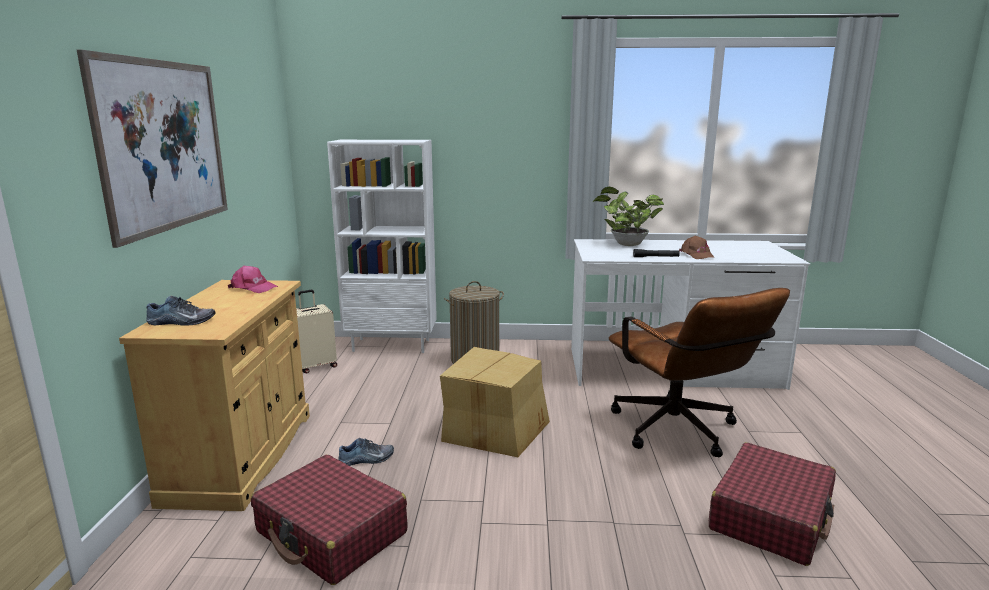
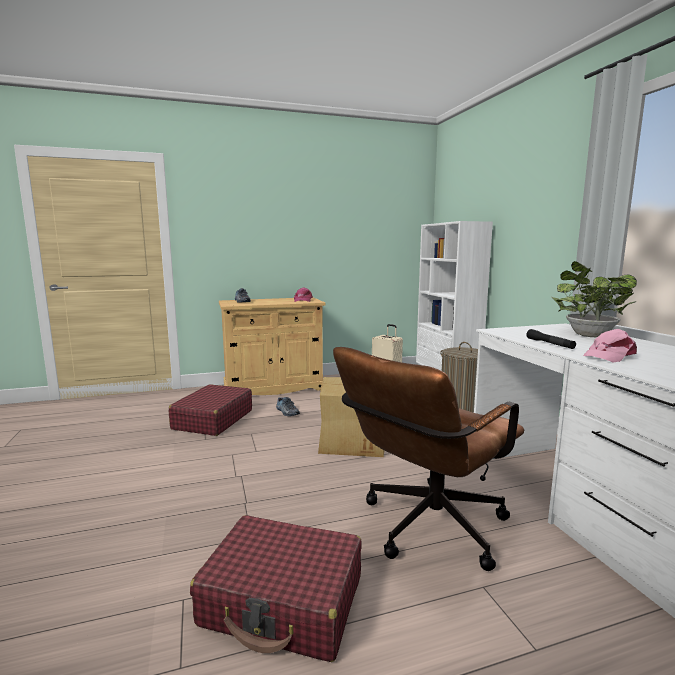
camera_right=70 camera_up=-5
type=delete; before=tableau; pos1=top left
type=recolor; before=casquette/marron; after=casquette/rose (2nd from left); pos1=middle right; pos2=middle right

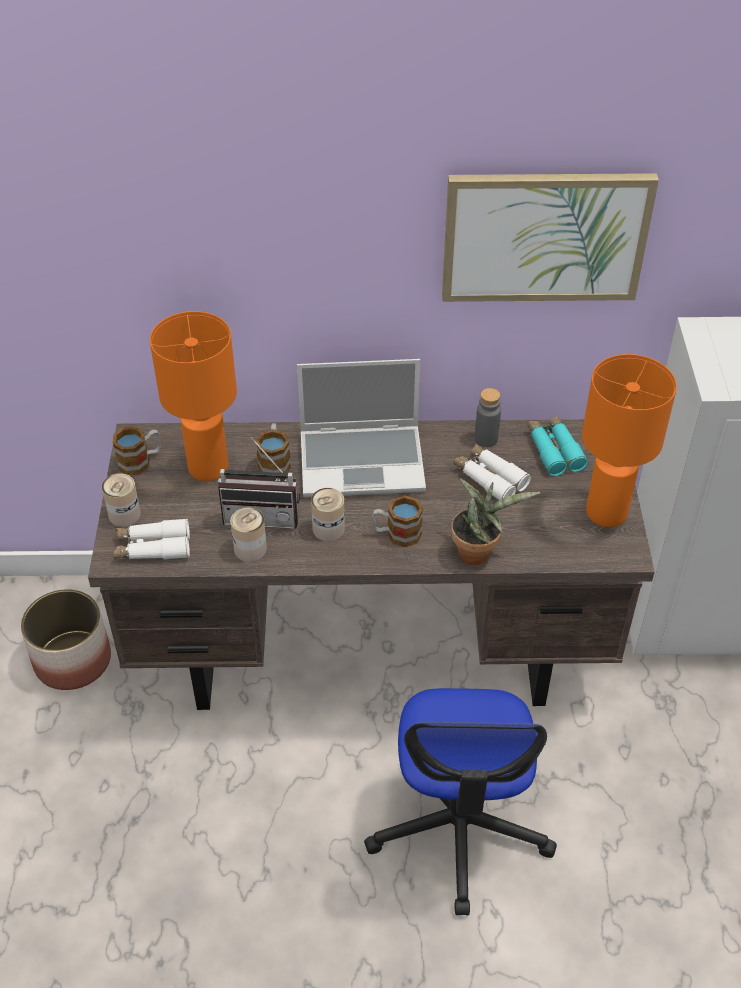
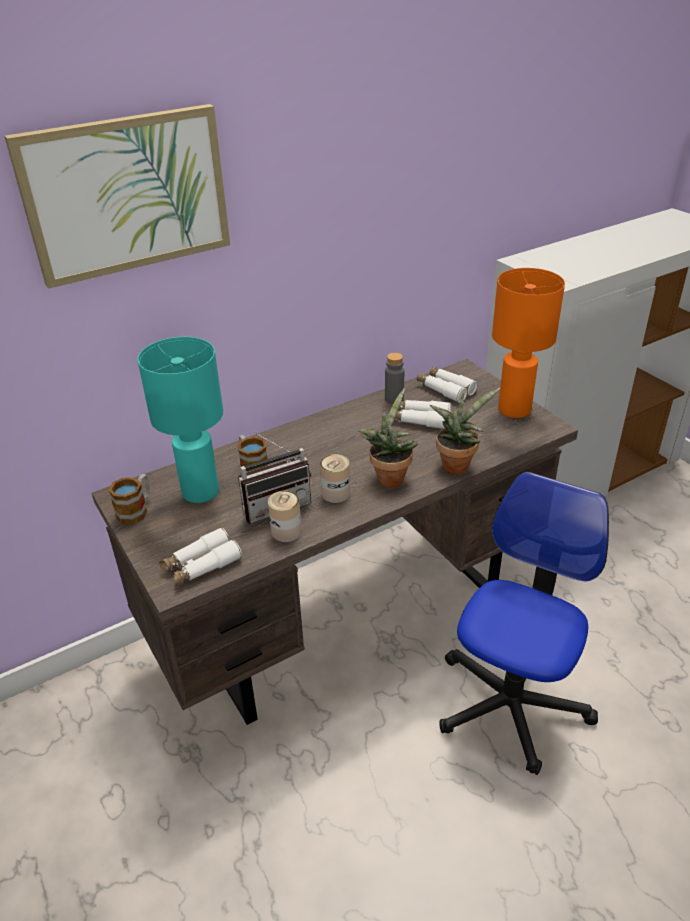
camera_right=-30 camera_up=-10
type=delete; before=cache-pot; pos1=middle left
type=delete; before=boîte métallique (1st from left); pos1=middle left
type=recolor; before=lampe de table/orange (1st from left); after=lampe de table/turquoise; pos1=middle left; pos2=middle left
type=delete; before=ordinateur portable; pos1=centre
type=rotate; before=chaise de bureau; pos1=bottom centre; pos2=bottom right; turn=-120
type=replace; before=mug (3rd from left); after=plante en pot (1st from left); pos1=centre; pos2=centre
type=move; before=tableau; pos1=top right; pos2=top left
type=recolor; before=jumelles/turquoise; after=jumelles/blanc (3rd from left); pos1=middle right; pos2=centre

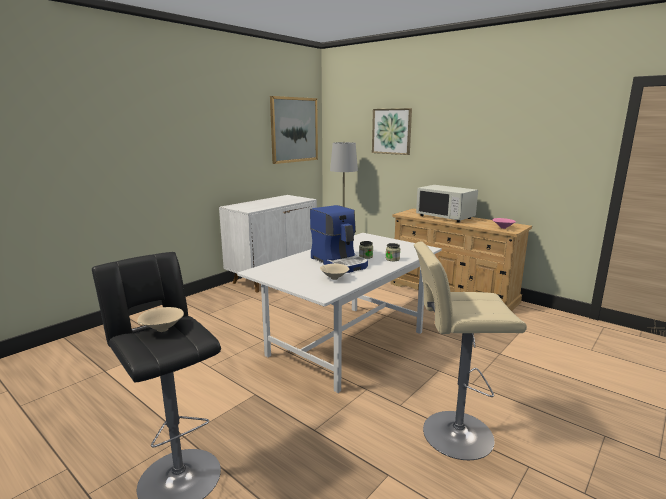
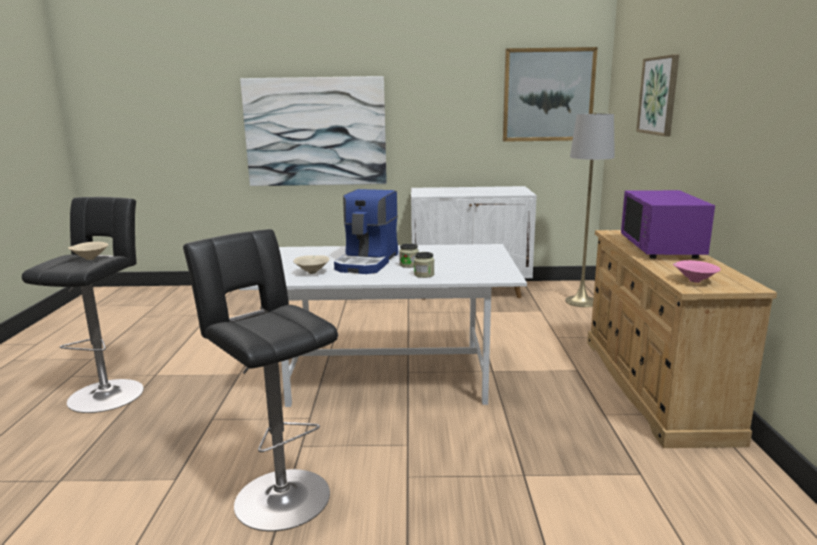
camera_right=50 camera_up=0
type=recolor; before=tabouret/beige; after=tabouret/noir (2nd from left); pos1=bottom right; pos2=bottom left
type=recolor; before=micro-ondes/blanc; after=micro-ondes/violet; pos1=middle right; pos2=middle right
type=insert; after=tableau (1st from left); pos2=top centre

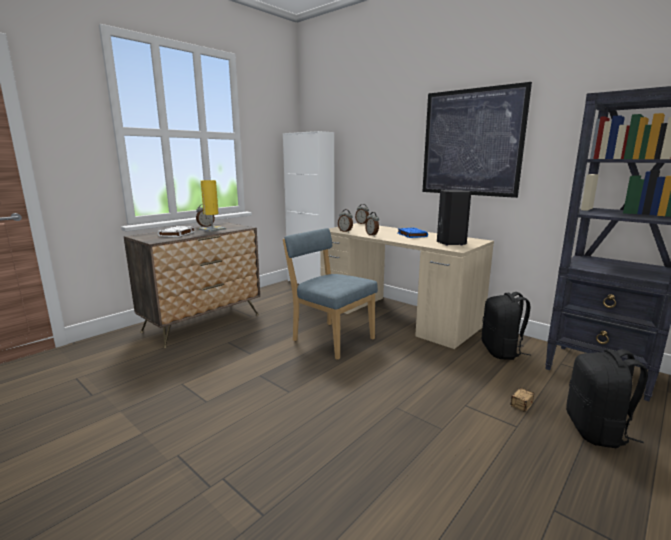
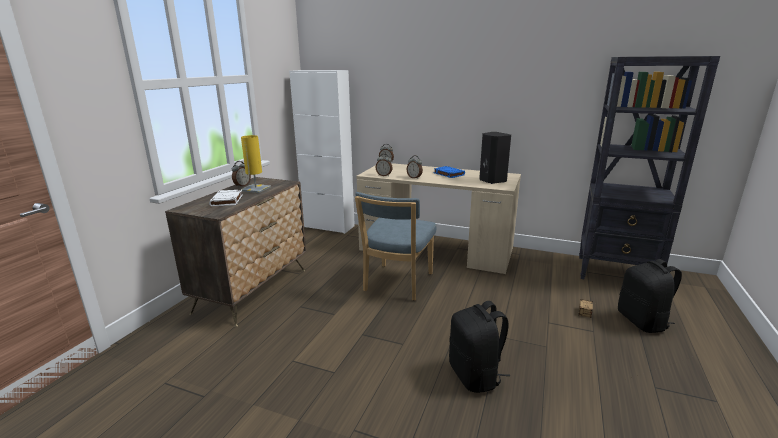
camera_right=-20 camera_up=5
type=rotate; before=chaise/bleu; pos1=centre; pos2=centre; turn=-90
type=delete; before=tableau; pos1=top right
type=move; before=sac à dos/noir (1st from left); pos1=middle right; pos2=bottom centre

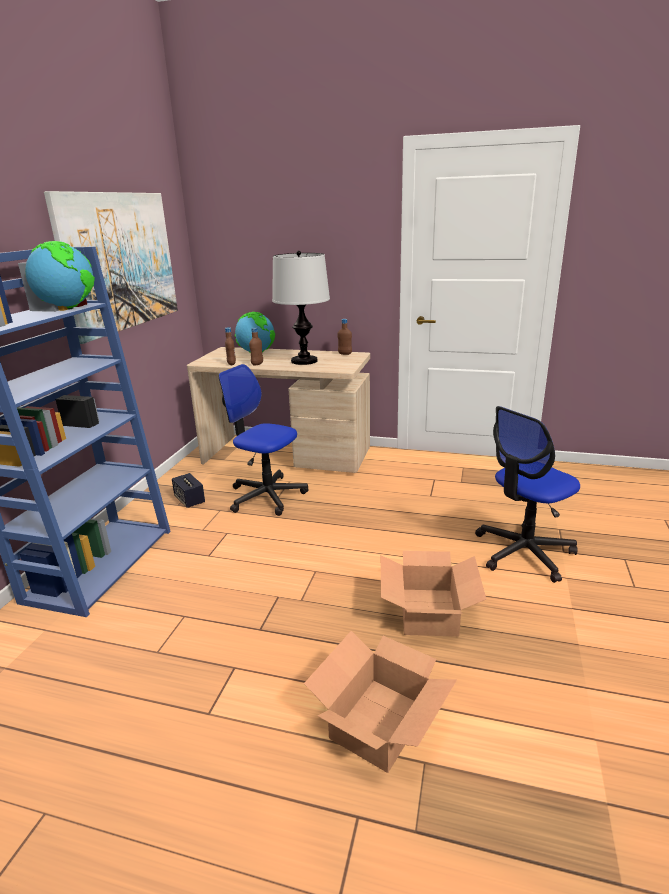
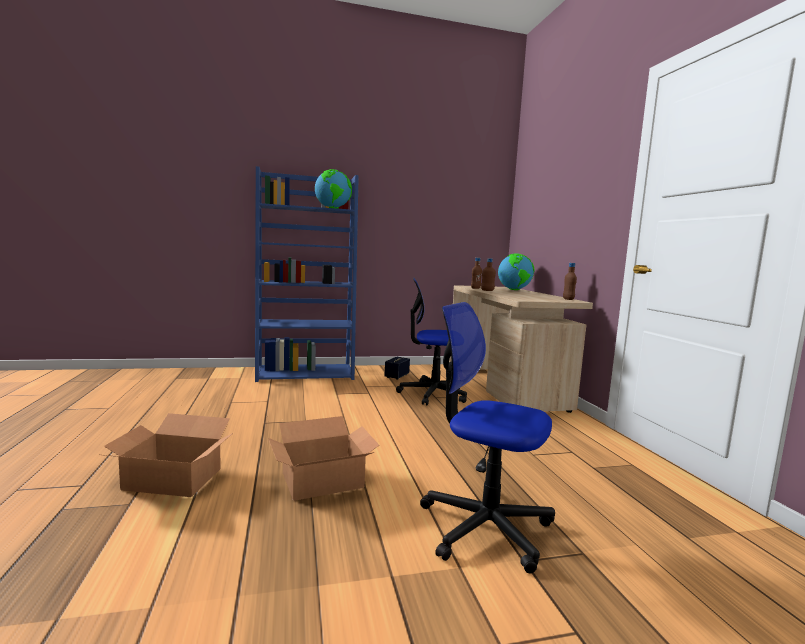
camera_right=60 camera_up=-15
type=delete; before=tableau; pos1=top left
type=rotate; before=chaise de bureau (1st from left); pos1=centre; pos2=centre; turn=-90
type=delete; before=lampe de table; pos1=centre

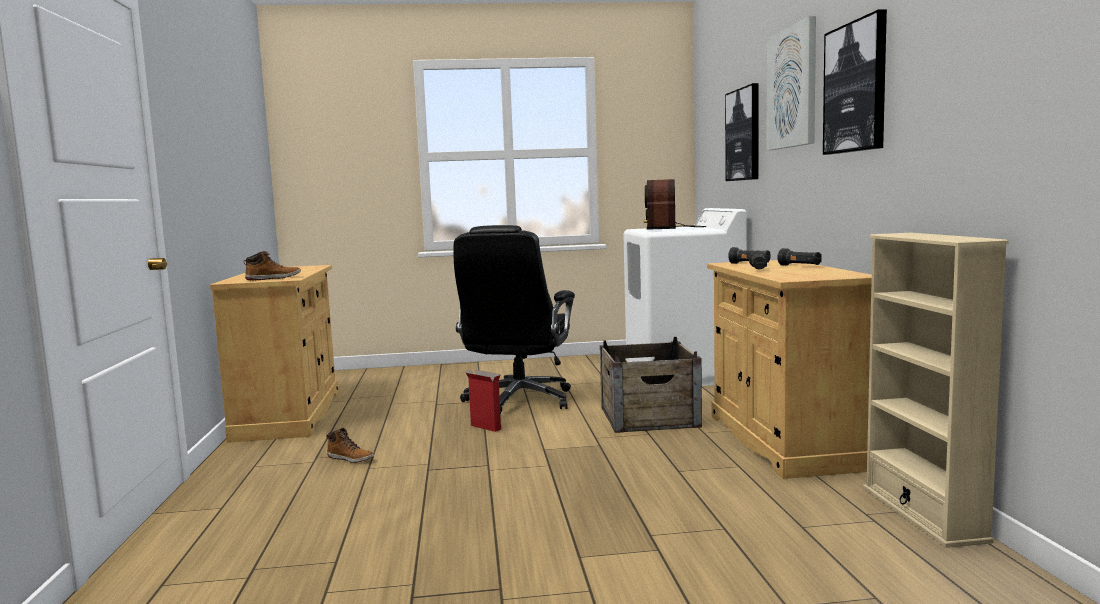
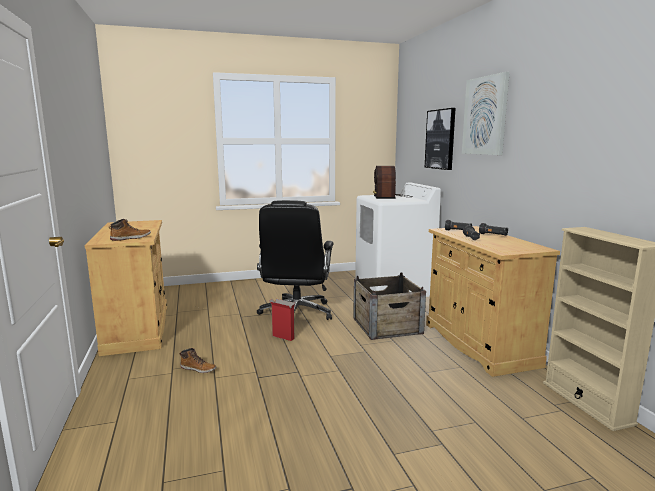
camera_right=-10 camera_up=5
type=delete; before=tableau (3rd from left); pos1=top right

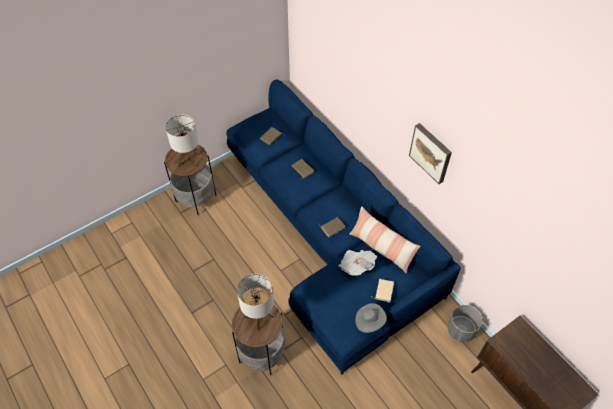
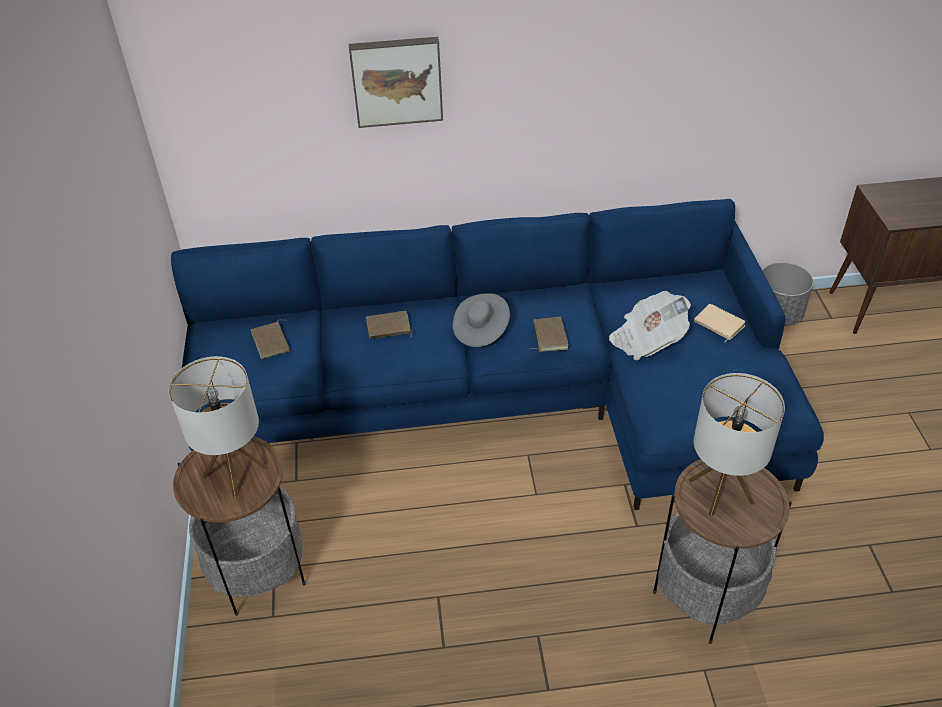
camera_right=-60 camera_up=-10
type=delete; before=coussin; pos1=centre
type=move; before=chapeau/gris; pos1=bottom centre; pos2=centre
type=move; before=tableau; pos1=middle right; pos2=top centre

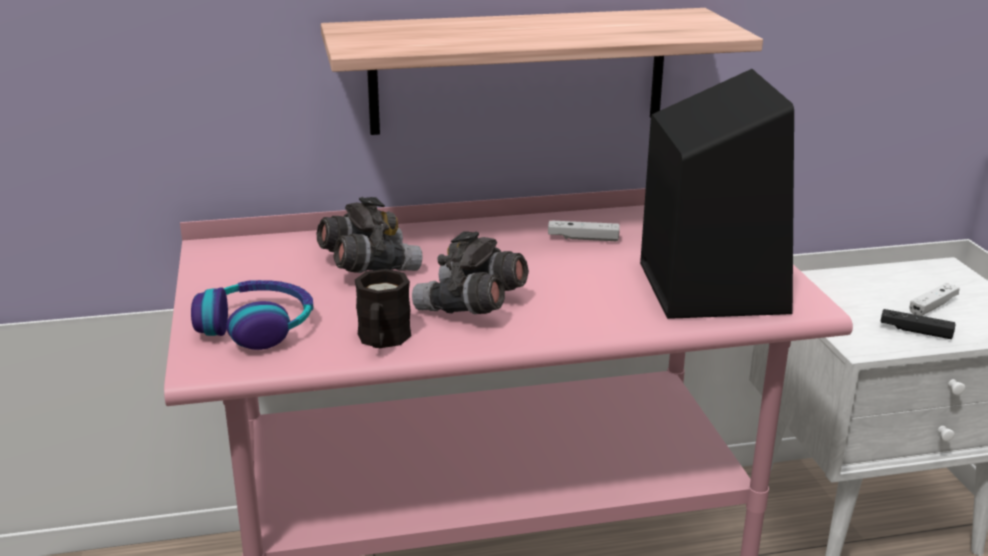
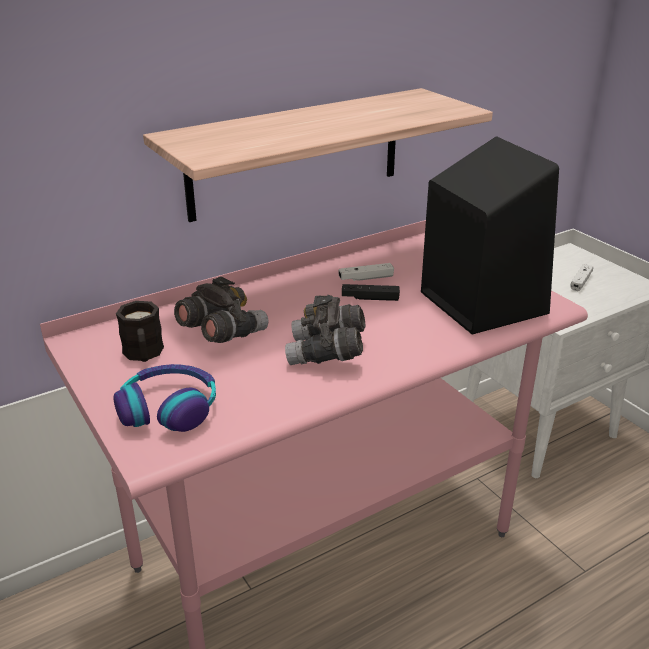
camera_right=-20 camera_up=5
type=move; before=mug/noir; pos1=centre; pos2=middle left
type=move; before=manette/noir; pos1=middle right; pos2=centre

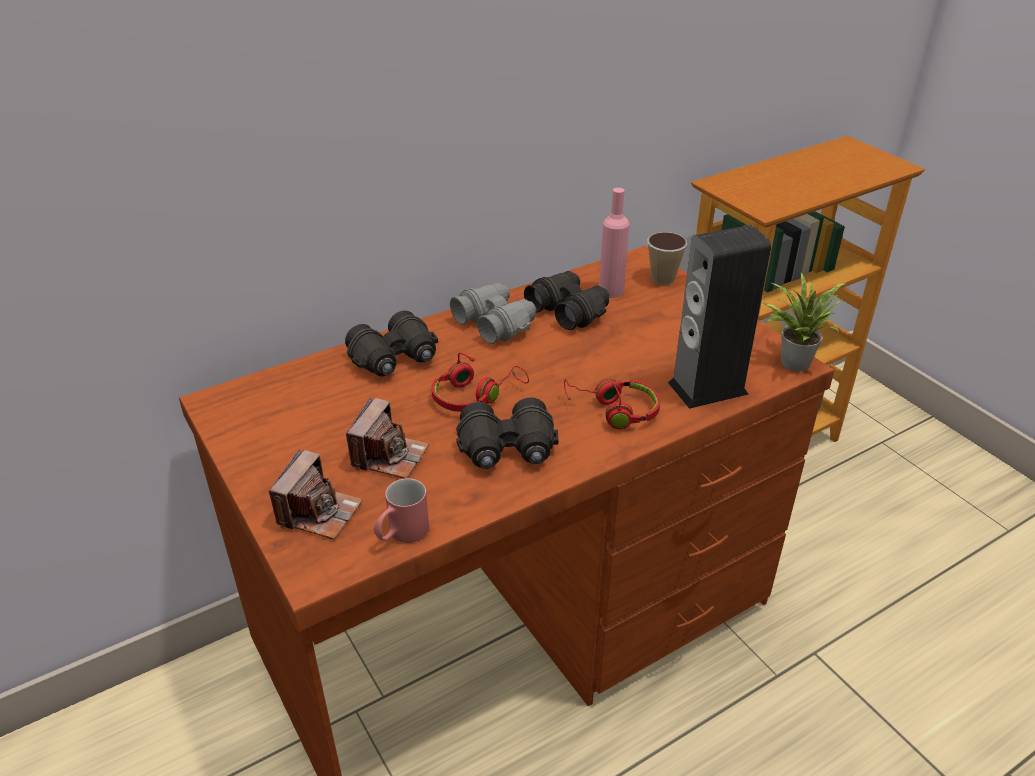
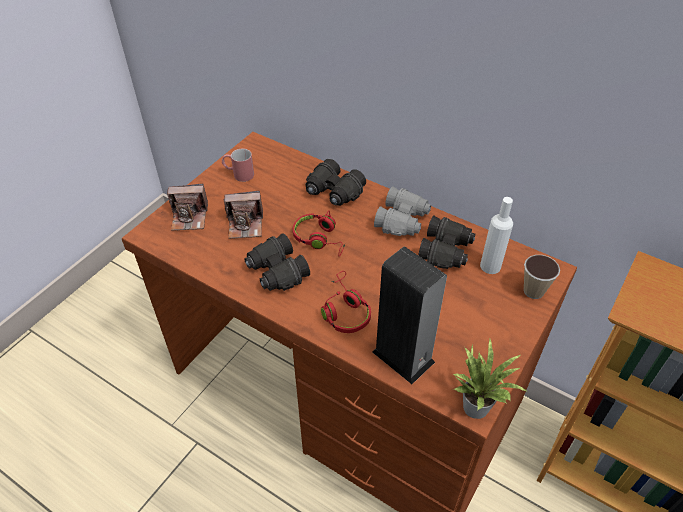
camera_right=65 camera_up=10
type=move; before=mug/rouge; pos1=centre; pos2=top centre
type=recolor; before=bouteille/rose; after=bouteille/blanc; pos1=top centre; pos2=middle right

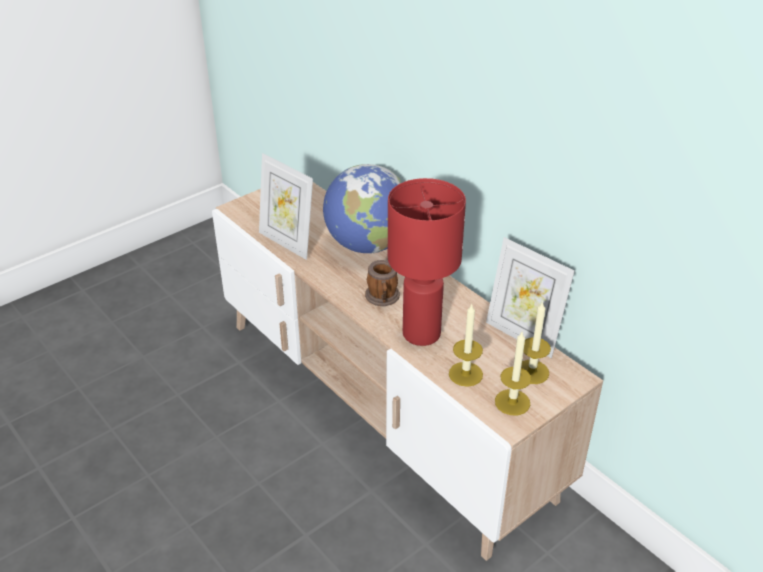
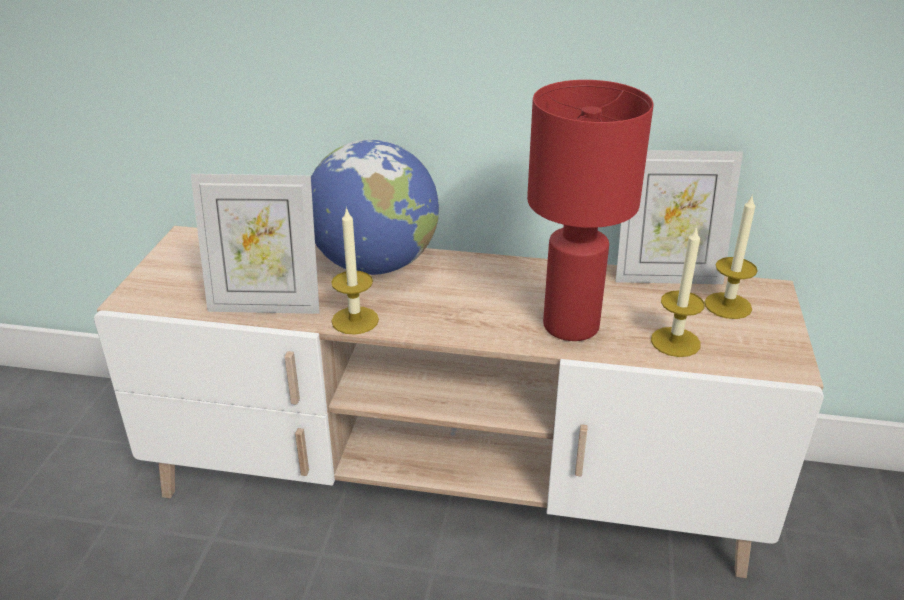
camera_right=-40 camera_up=-5
type=delete; before=mug; pos1=centre
type=move; before=bougie (2nd from left in the first image); after=bougie (1st from left); pos1=middle right; pos2=centre

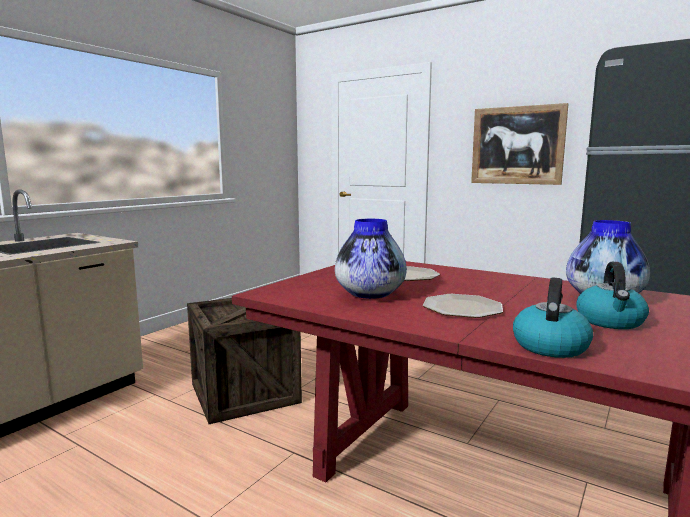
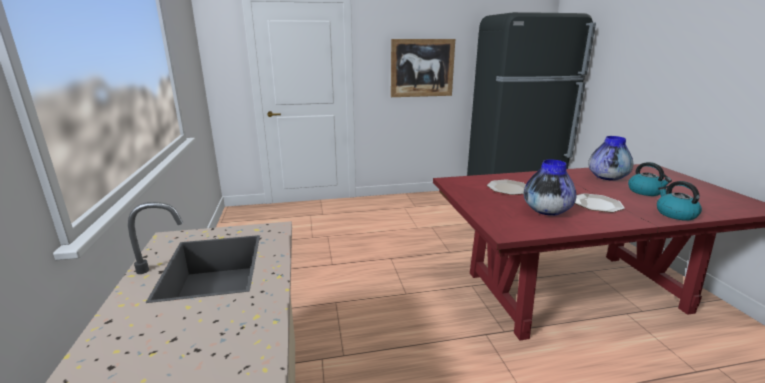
camera_right=-45 camera_up=10
type=delete; before=caisse; pos1=bottom centre

